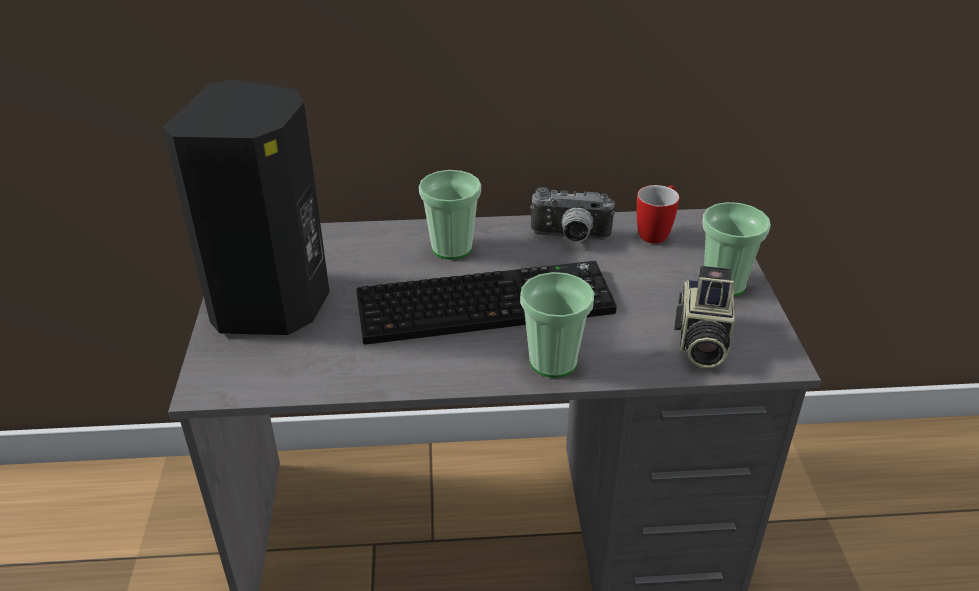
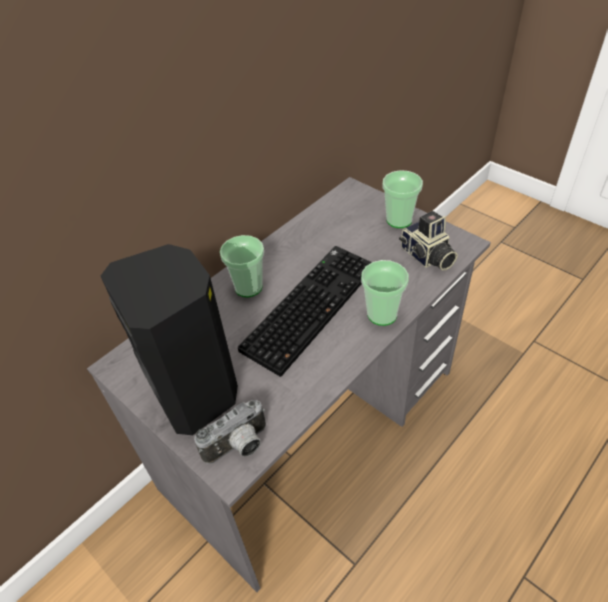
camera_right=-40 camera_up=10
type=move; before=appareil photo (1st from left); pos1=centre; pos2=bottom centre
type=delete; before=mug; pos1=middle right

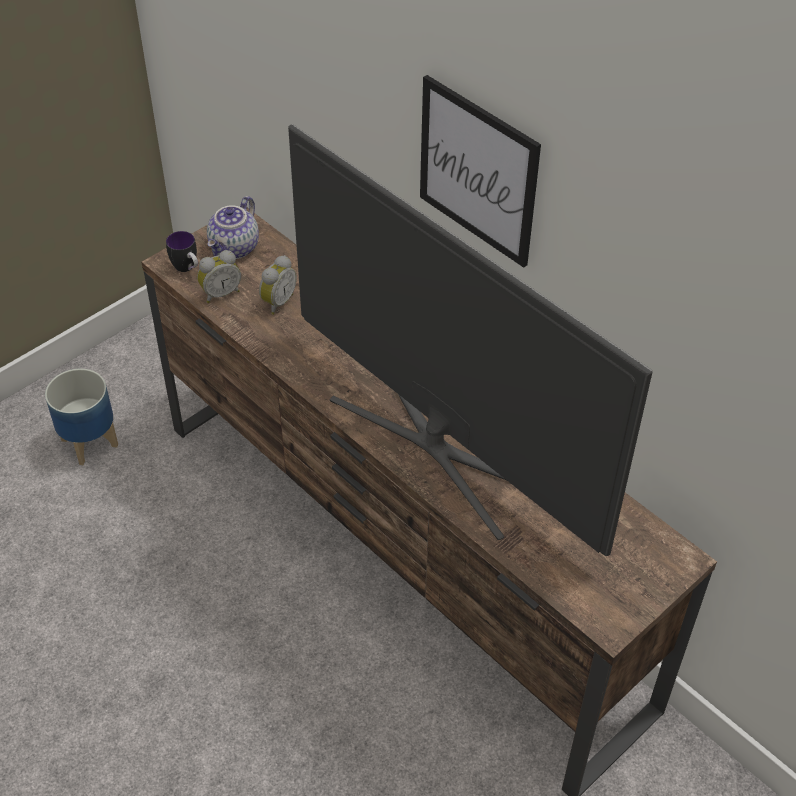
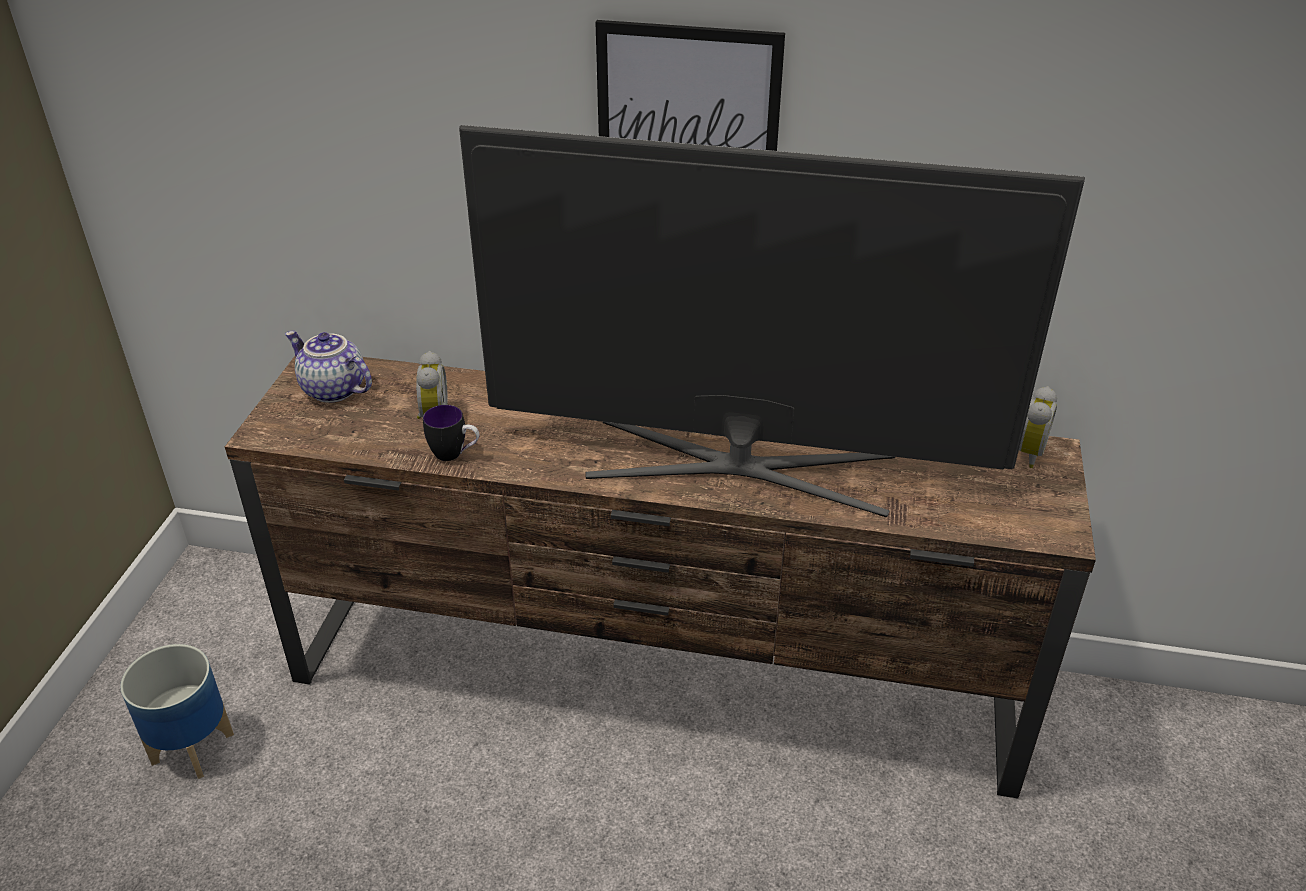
camera_right=-35 camera_up=-10
type=move; before=mug; pos1=top left; pos2=centre
type=move; before=réveil (1st from left in the first image); after=réveil (2nd from left); pos1=middle left; pos2=middle right
type=rotate; before=théière; pos1=top left; pos2=middle left; turn=135

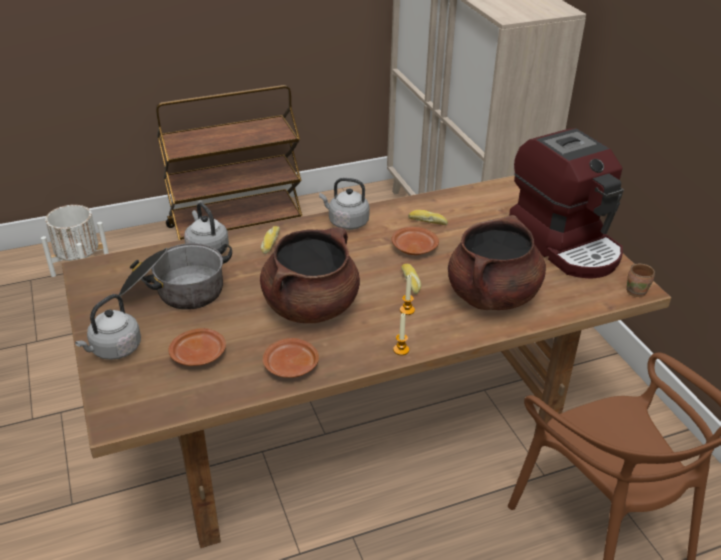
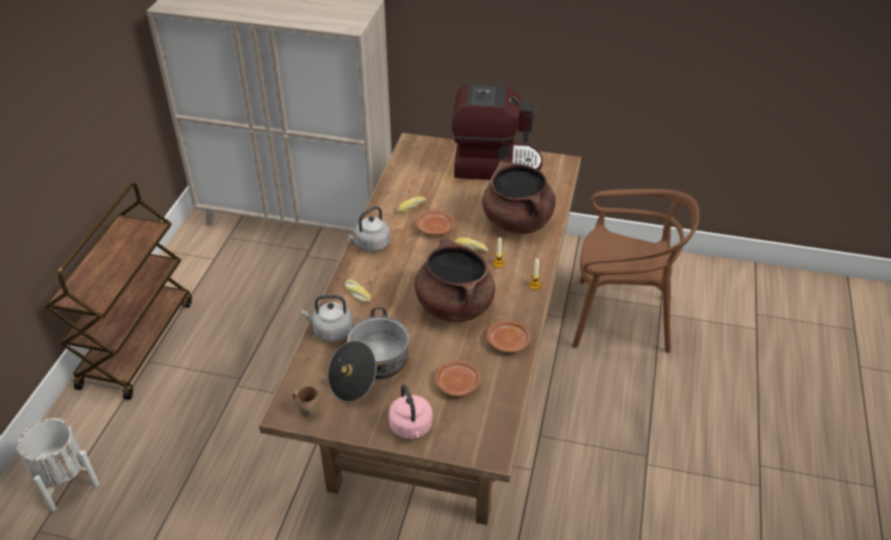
camera_right=-55 camera_up=5
type=recolor; before=bouilloire/gris (1st from left); after=bouilloire/rose; pos1=middle left; pos2=bottom centre
type=move; before=mug/marron; pos1=middle right; pos2=bottom centre

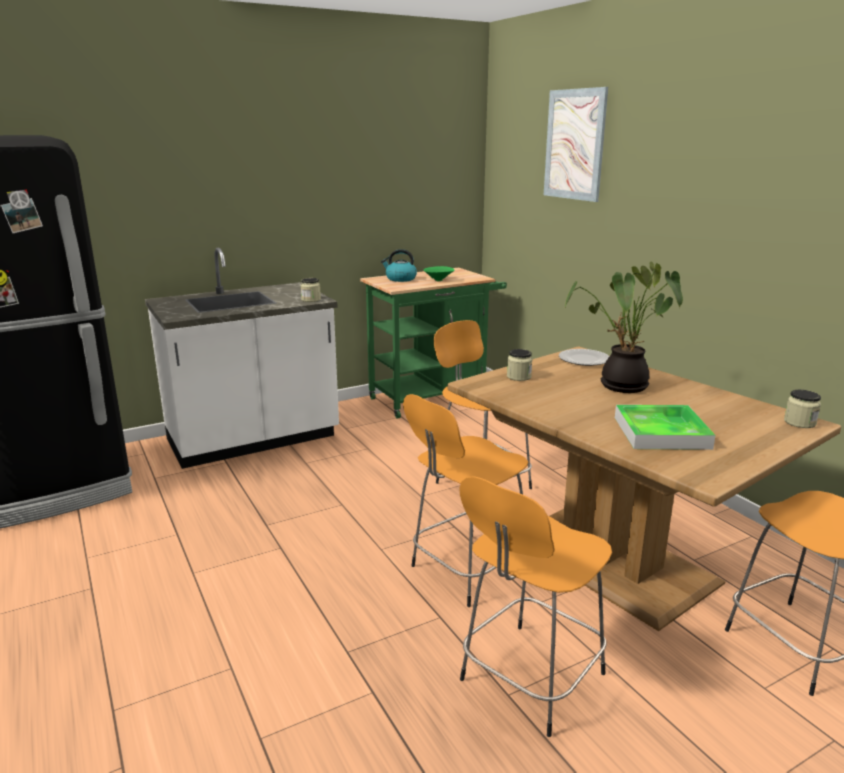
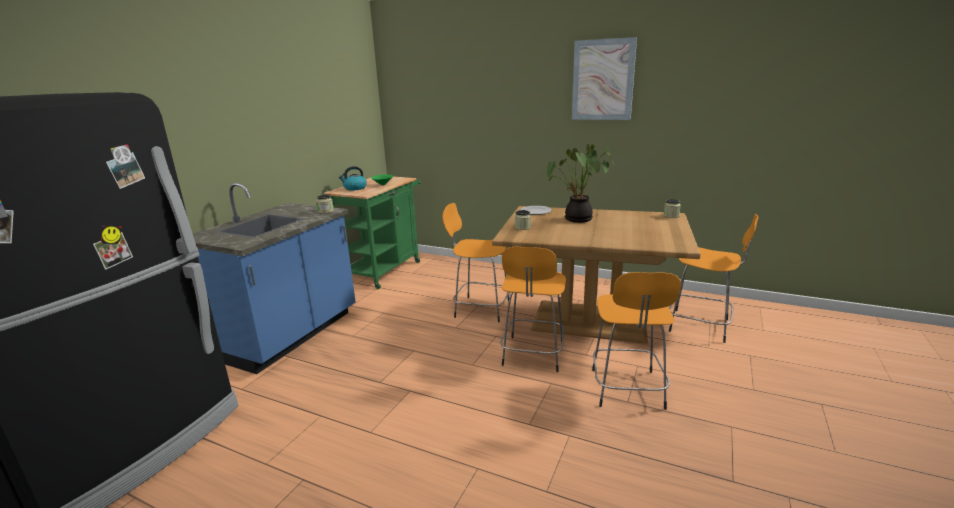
camera_right=-35 camera_up=0
type=recolor; before=comptoir de cuisine/blanc; after=comptoir de cuisine/bleu; pos1=middle left; pos2=middle left
type=move; before=tableau; pos1=top right; pos2=top centre
type=delete; before=plateau; pos1=middle right

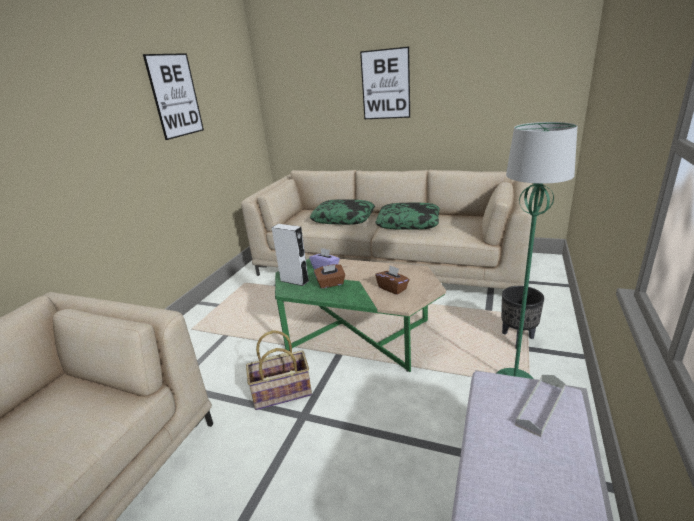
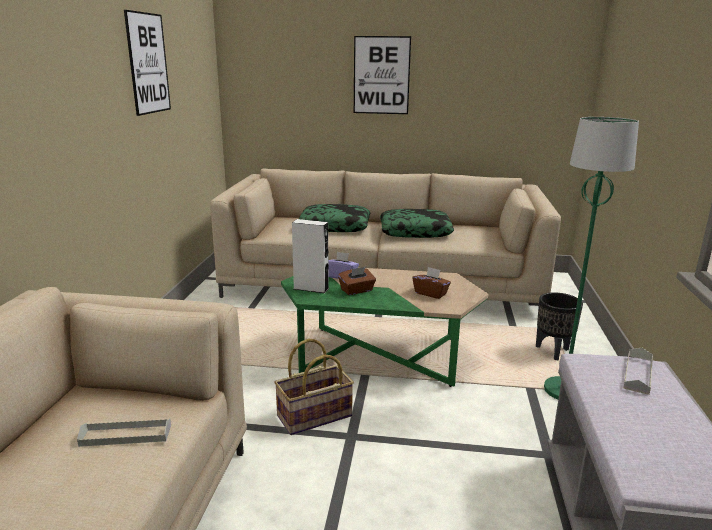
camera_right=-15 camera_up=-5
type=insert; after=plateau/gris (1st from left); pos2=bottom left

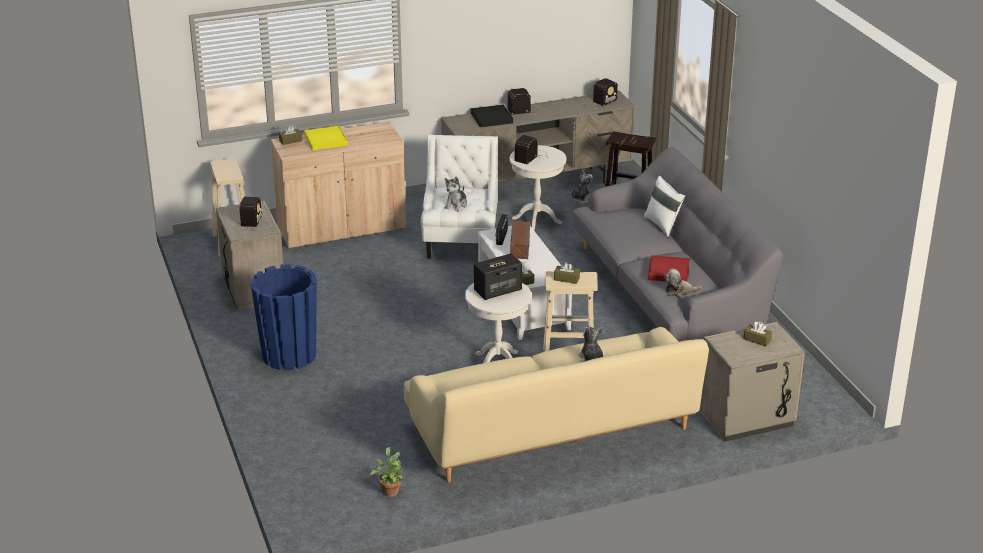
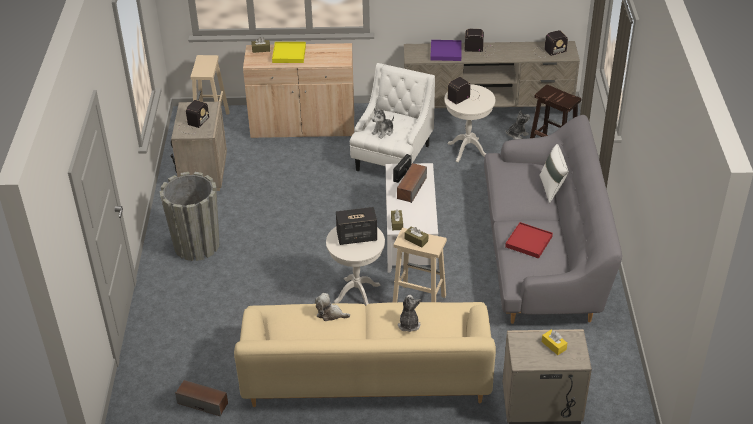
camera_right=20 camera_up=10
type=recolor; before=cache-pot/bleu; after=cache-pot/gris; pos1=middle left; pos2=middle left
type=replace; before=plante en pot; after=enceinte (1st from left); pos1=bottom centre; pos2=bottom left
type=recolor; before=plateau/noir; after=plateau/violet; pos1=top centre; pos2=top centre
type=move; before=peluche (4th from left in the first image); after=peluche (1st from left); pos1=middle right; pos2=bottom centre
type=recolor; before=boîte à mouchoirs/marron (4th from left); after=boîte à mouchoirs/jaune; pos1=middle right; pos2=bottom right

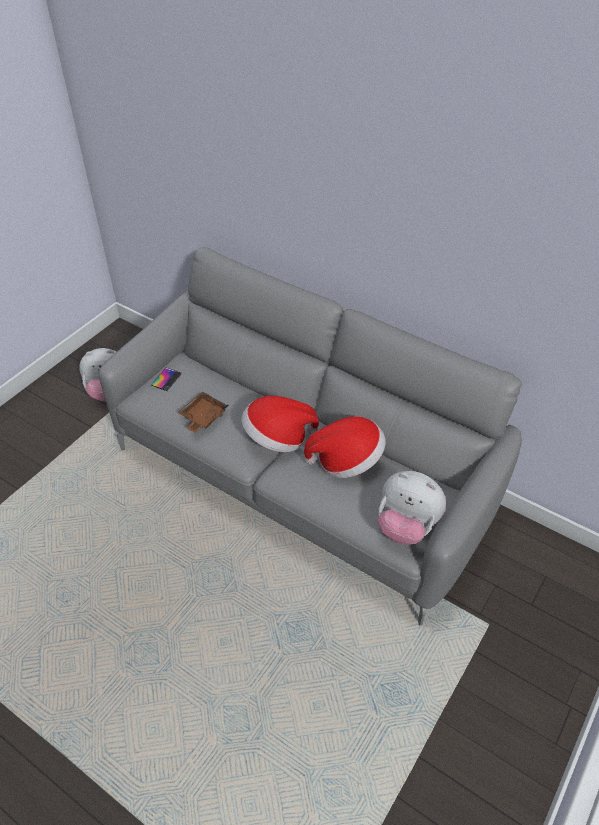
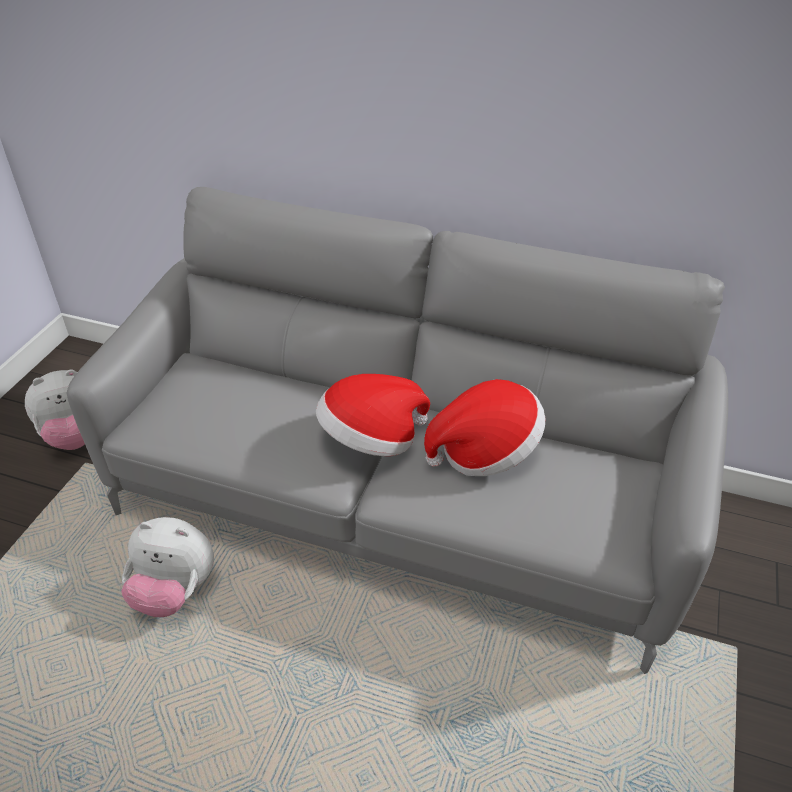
camera_right=-15 camera_up=-5
type=delete; before=téléphone; pos1=middle left
type=delete; before=plateau/marron; pos1=centre
type=move; before=peluche (2nd from left); pos1=middle right; pos2=bottom left

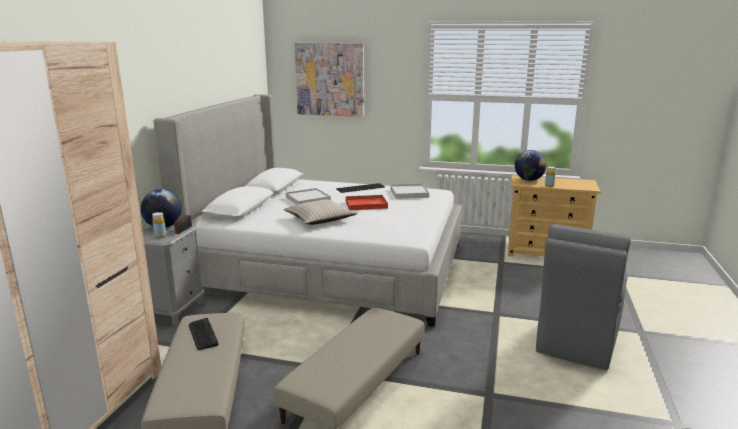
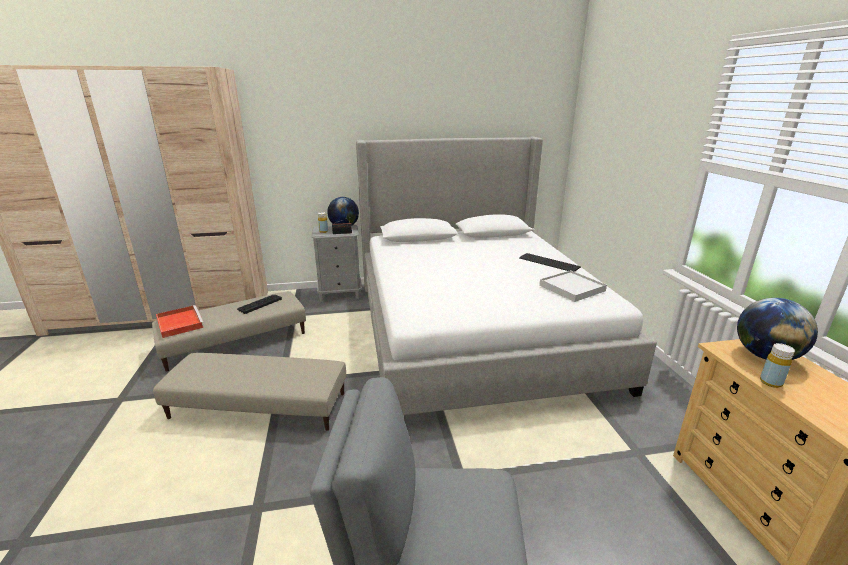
camera_right=65 camera_up=5
type=delete; before=coussin/beige; pos1=centre
type=delete; before=plateau/blanc (1st from left); pos1=centre
type=delete; before=tableau; pos1=top centre
type=move; before=plateau/rouge; pos1=centre; pos2=middle left

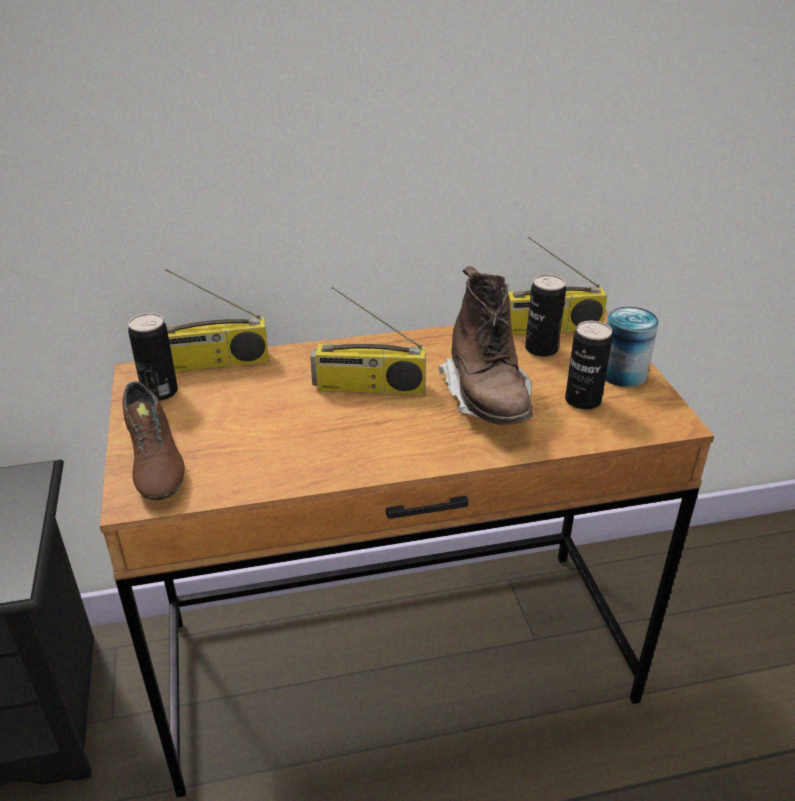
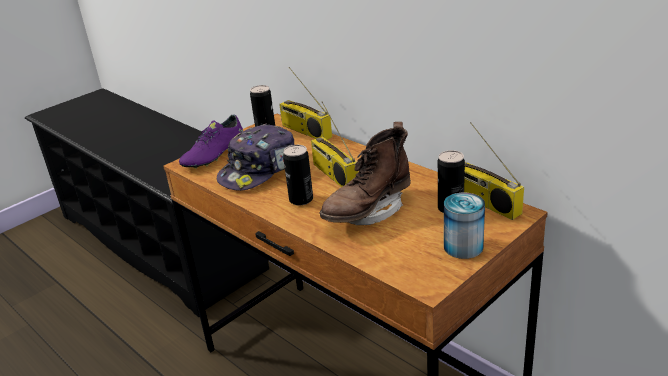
camera_right=60 camera_up=-5
type=recolor; before=chaussure/marron; after=chaussure/violet; pos1=middle left; pos2=middle left
type=move; before=boîte métallique (3rd from left in the first image); after=boîte métallique (2nd from left); pos1=middle right; pos2=centre
type=insert; after=casquette; pos2=centre

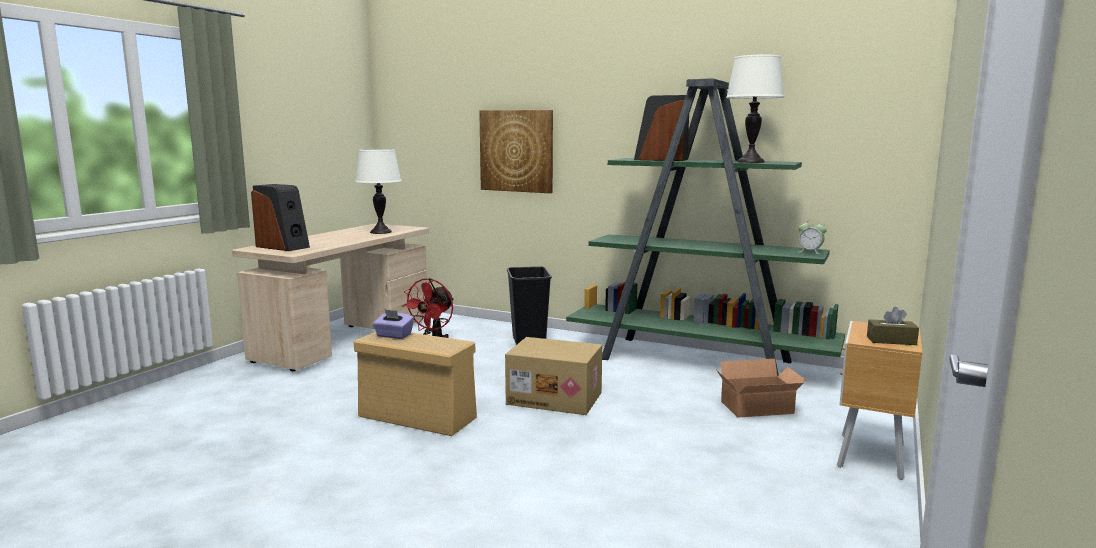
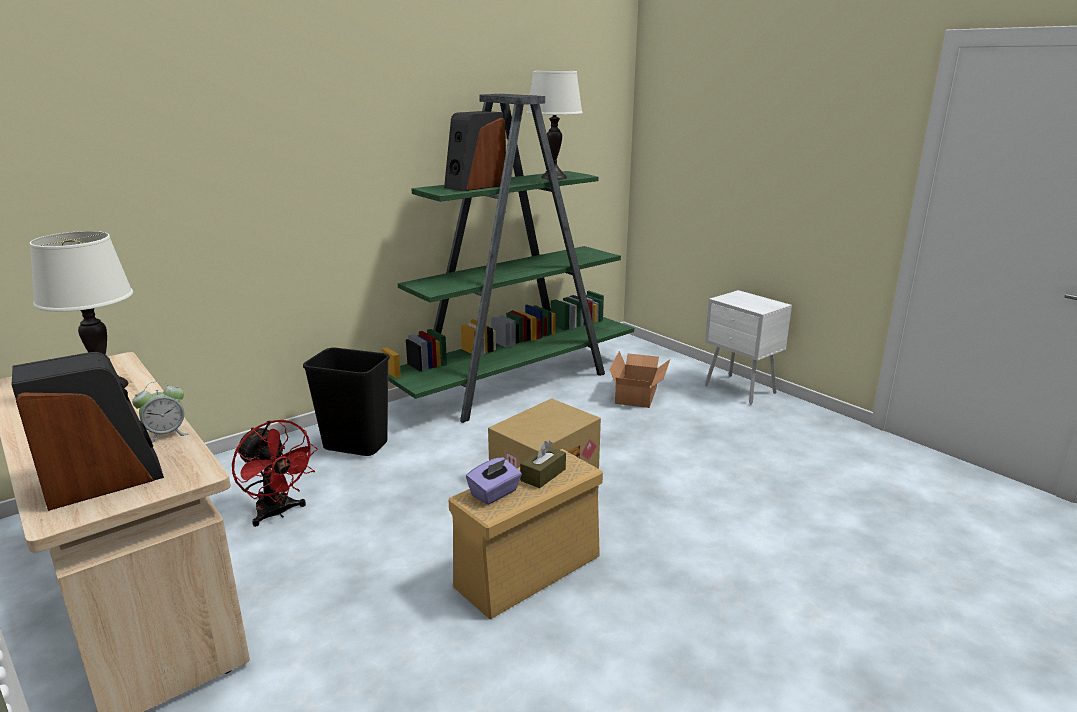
camera_right=-65 camera_up=10
type=delete; before=tableau; pos1=top centre
type=move; before=réveil; pos1=middle right; pos2=middle left
type=recolor; before=table de chevet/marron; after=table de chevet/blanc; pos1=bottom right; pos2=middle right
type=move; before=boîte à mouchoirs/marron; pos1=middle right; pos2=centre

